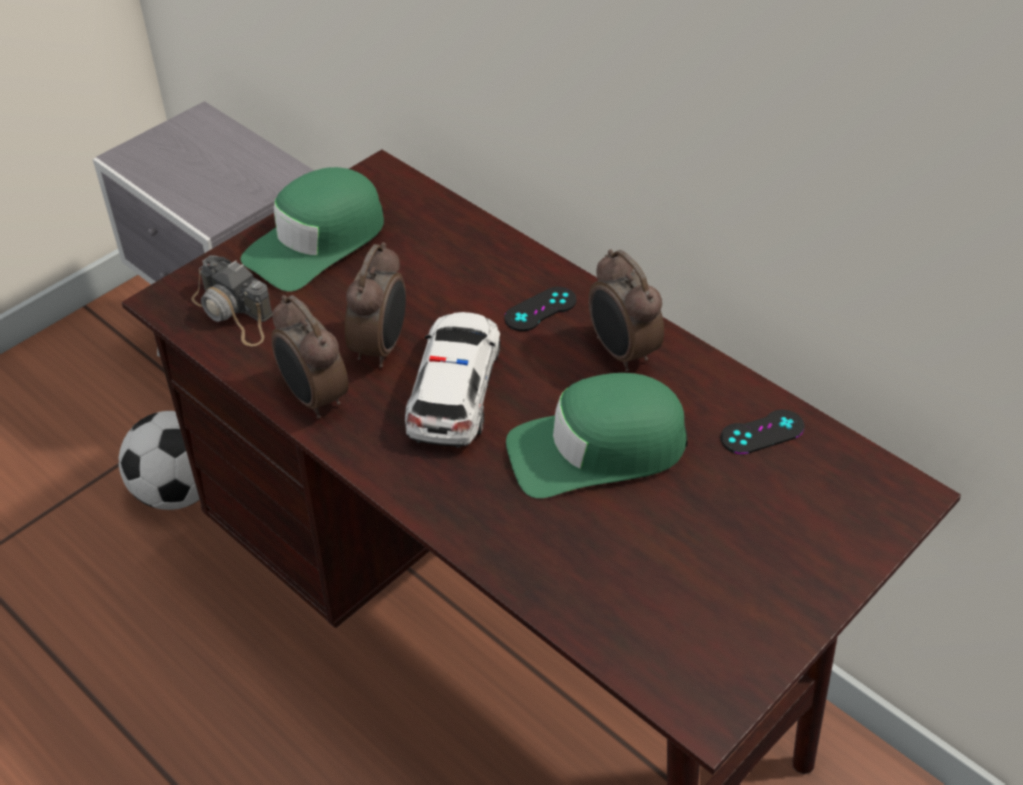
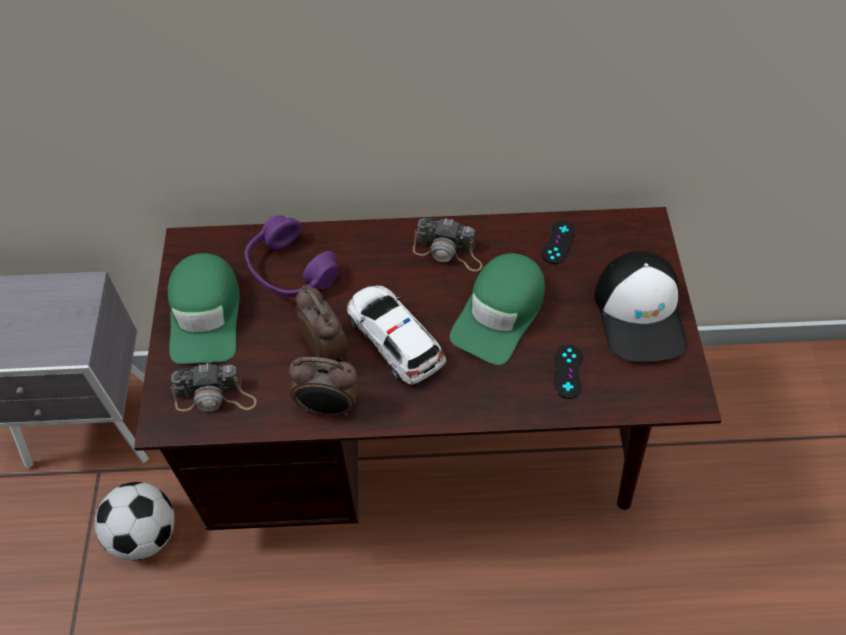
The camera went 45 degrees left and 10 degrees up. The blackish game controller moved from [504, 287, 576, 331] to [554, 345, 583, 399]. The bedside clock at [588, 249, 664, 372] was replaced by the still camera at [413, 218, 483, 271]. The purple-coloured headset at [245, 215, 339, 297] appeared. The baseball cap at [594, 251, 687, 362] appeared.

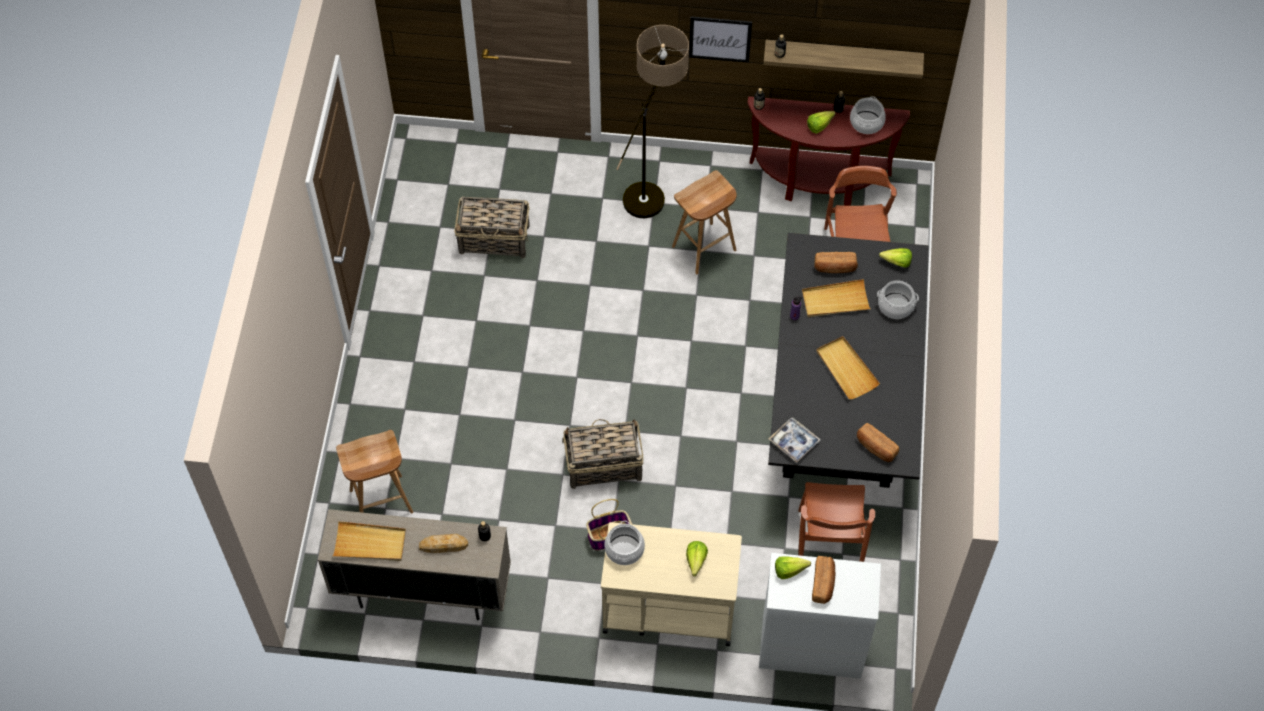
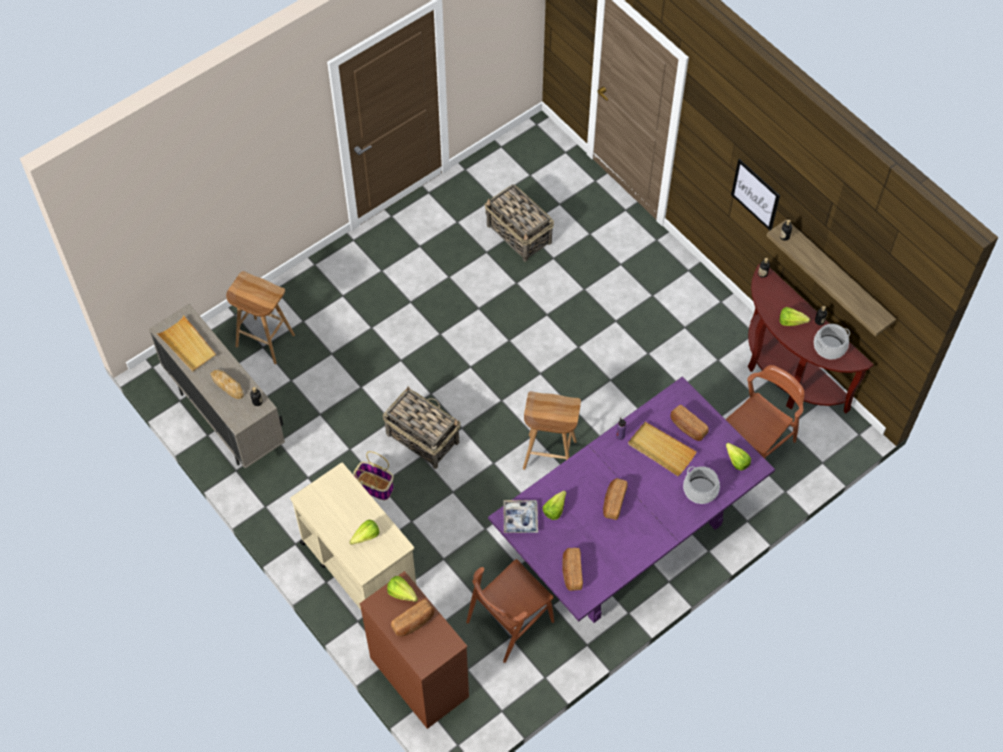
The camera went 45 degrees right and 0 degrees up. The cooking pot at [604, 521, 645, 565] disappeared. The floor lamp at [617, 25, 689, 218] disappeared. The brown stool moved from [672, 170, 737, 274] to [523, 391, 581, 470]. The white-coloured drawer chest at [759, 553, 881, 679] became the brown drawer chest at [360, 571, 469, 729]. The blackish dinner table at [768, 233, 929, 488] became the purple-coloured dinner table at [488, 376, 775, 623]. The sand-coloured carrying tray at [816, 336, 880, 400] was replaced by the bread at [603, 478, 628, 520]. The lettuce at [543, 491, 566, 520] appeared.

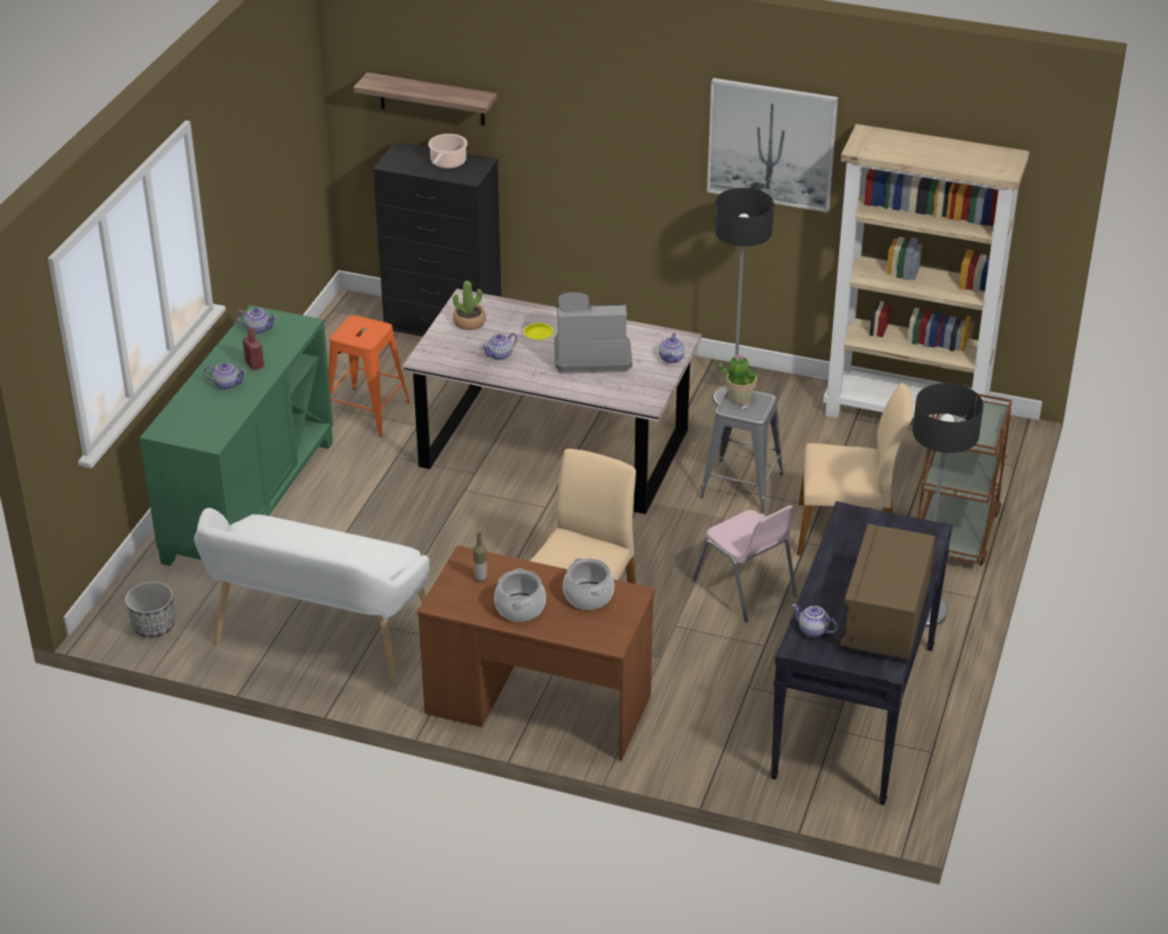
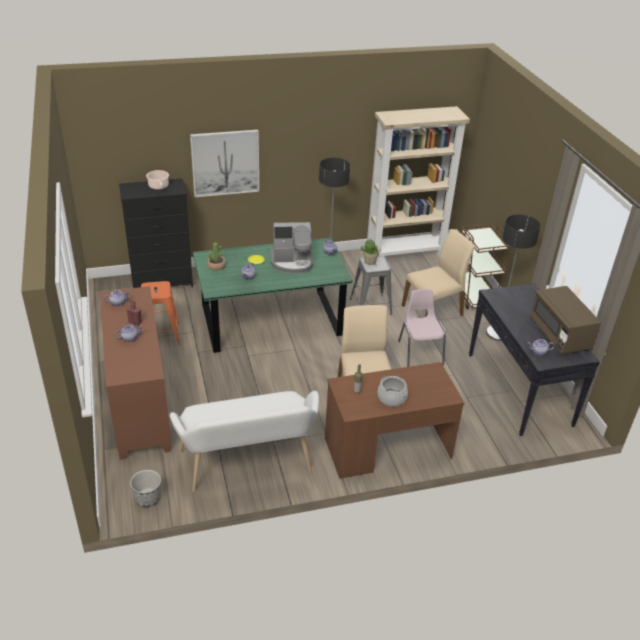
The camera went 35 degrees left and 0 degrees up. The greenish cupboard at [140, 305, 333, 566] became the brown cupboard at [100, 286, 171, 460]. The wall shelf at [353, 72, 497, 126] disappeared. The greyish dinner table at [403, 289, 702, 514] became the greenish dinner table at [193, 238, 353, 353]. The coffee machine at [554, 292, 632, 374] turned 150 degrees counterclockwise. The cooking pot at [563, 558, 614, 610] disappeared. The pinkish plain chair at [692, 505, 797, 622] turned 120 degrees counterclockwise. The picture moved from [707, 78, 838, 213] to [190, 130, 259, 197].

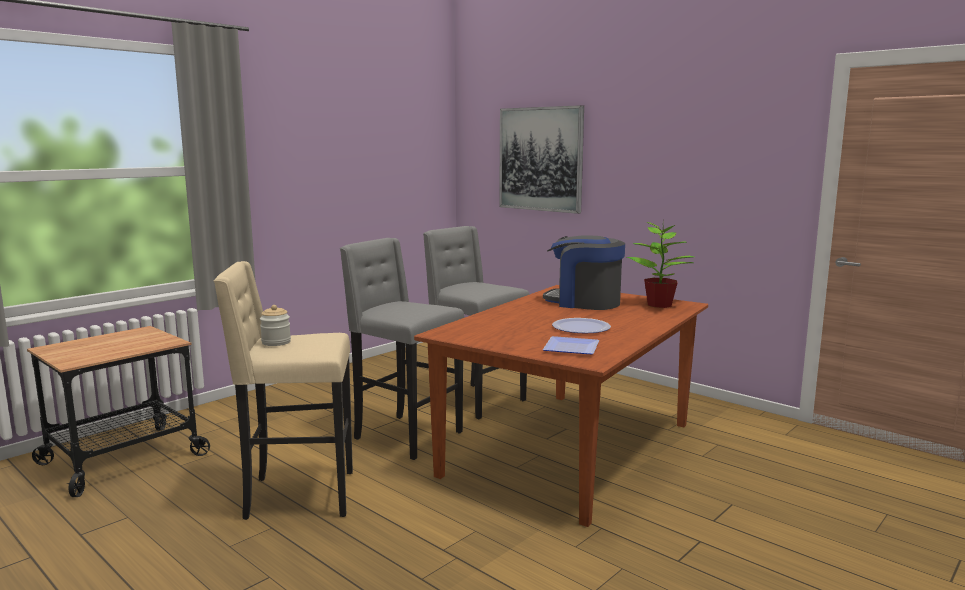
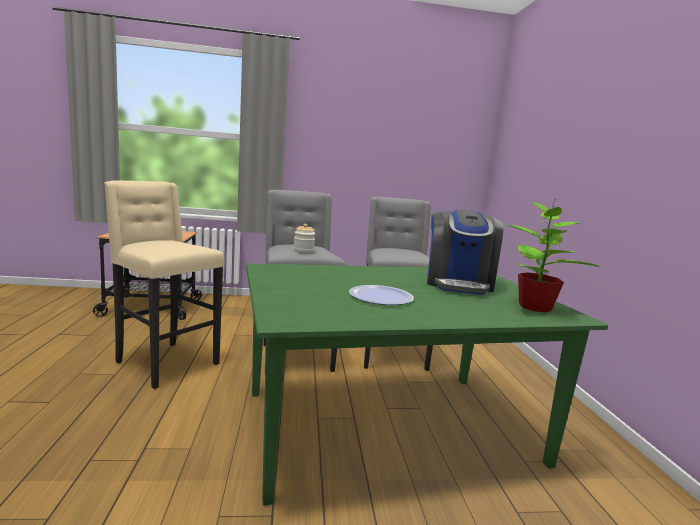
The camera went 40 degrees right and 0 degrees up. The storage jar moved from [260, 305, 291, 346] to [293, 224, 315, 253]. The brown dinner table at [414, 285, 708, 527] became the greenish dinner table at [246, 263, 608, 506]. The picture at [499, 105, 584, 214] disappeared. The coffee machine at [543, 236, 625, 310] turned 150 degrees counterclockwise. The flat dish at [543, 336, 599, 354] disappeared.

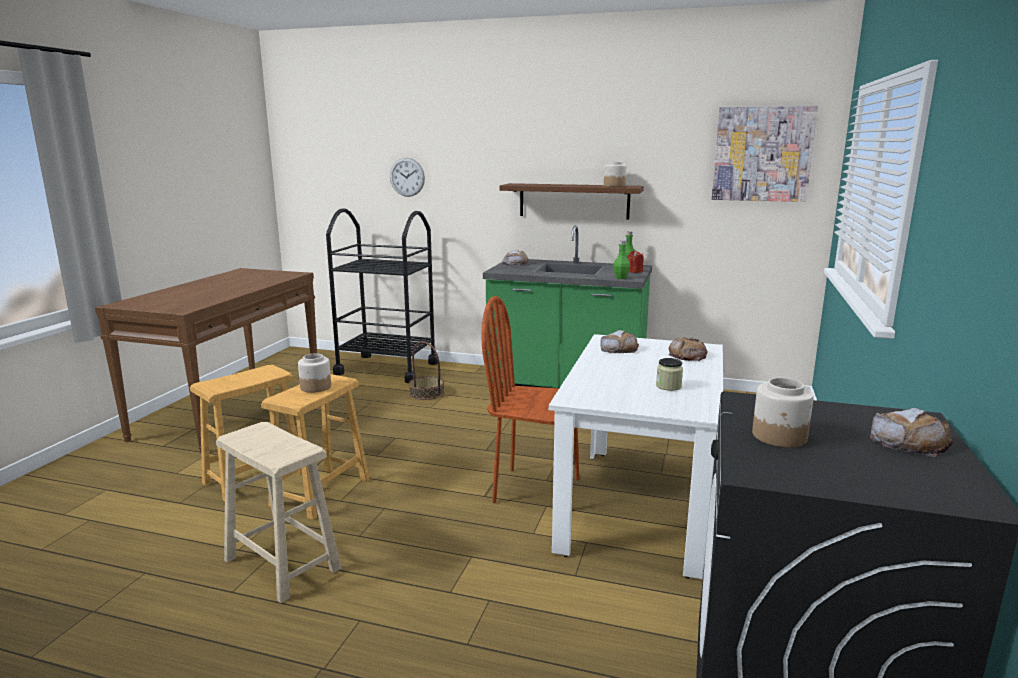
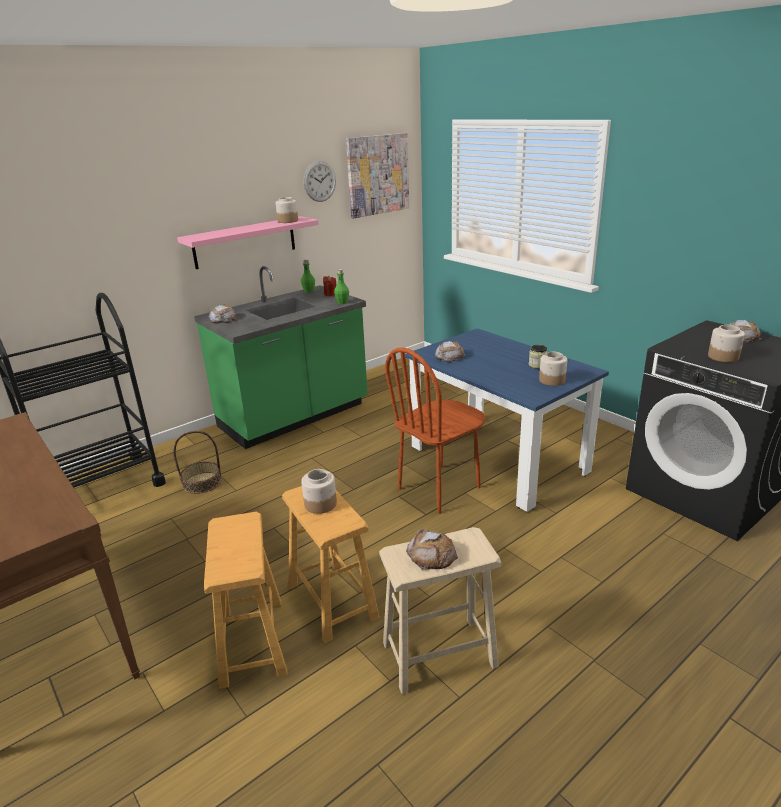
The camera went 55 degrees left and 10 degrees up. The wall clock moved from [390, 158, 425, 197] to [304, 161, 336, 202]. The brown wall shelf at [500, 183, 644, 220] became the pinkish wall shelf at [177, 216, 319, 269]. The white-coloured dinner table at [549, 334, 723, 579] became the bluish dinner table at [405, 328, 609, 512]. The bread moved from [669, 337, 708, 361] to [406, 529, 458, 570]. The storage jar at [539, 352, 567, 386] appeared.

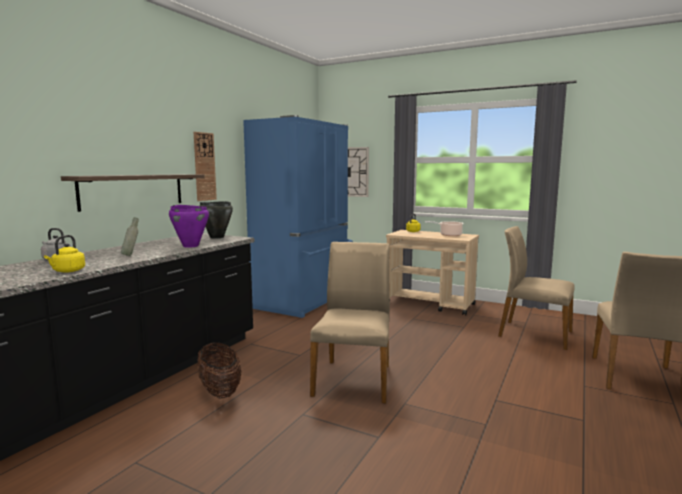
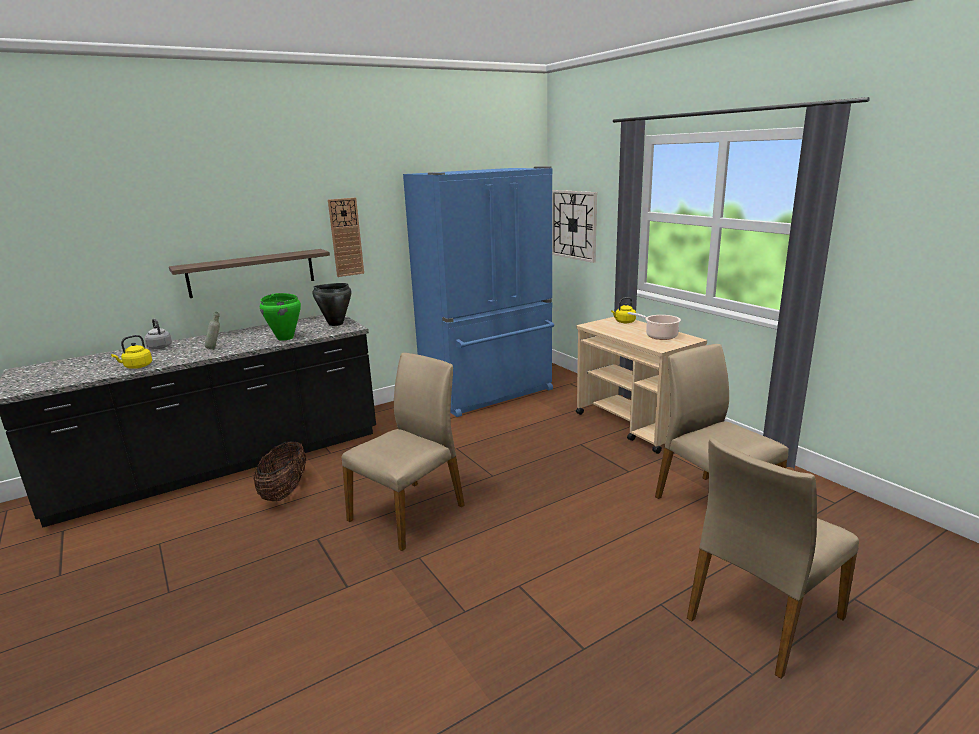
The camera went 30 degrees right and 10 degrees up. The purple-coloured cooking pot at [169, 205, 209, 248] became the greenish cooking pot at [260, 293, 301, 341].

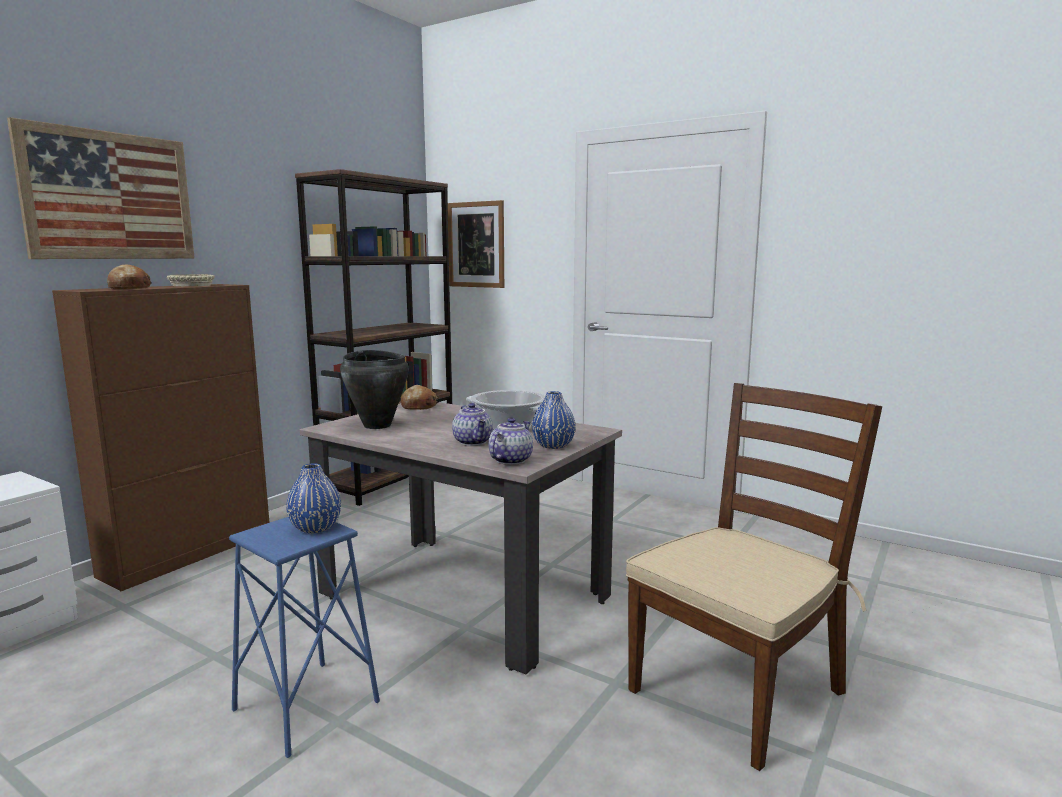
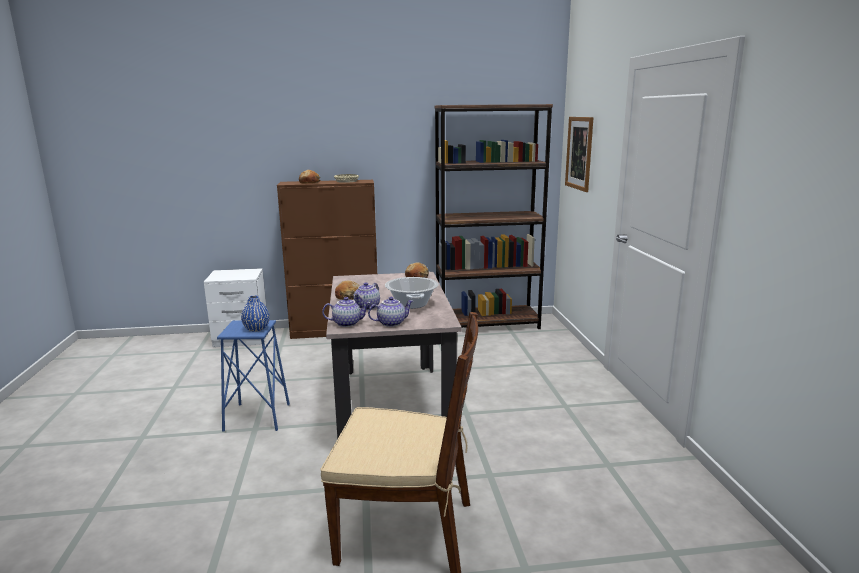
The camera went 50 degrees right and 5 degrees up. The picture at [7, 117, 195, 259] disappeared. The blackish cooking pot at [340, 350, 409, 429] disappeared. The bluish flower vase at [532, 391, 576, 449] was replaced by the pot for tea at [368, 297, 413, 327]. The bread at [335, 280, 359, 300] appeared.

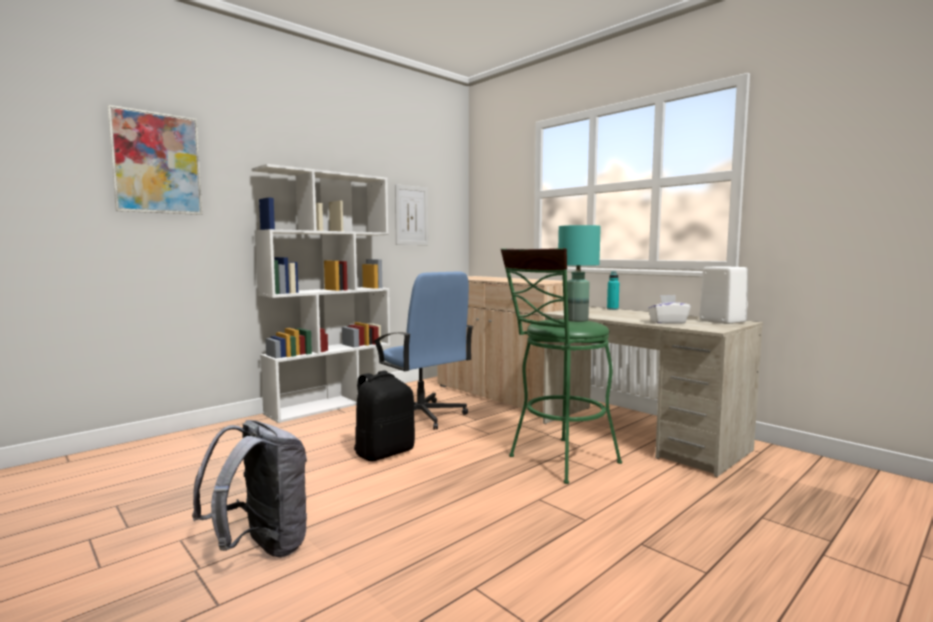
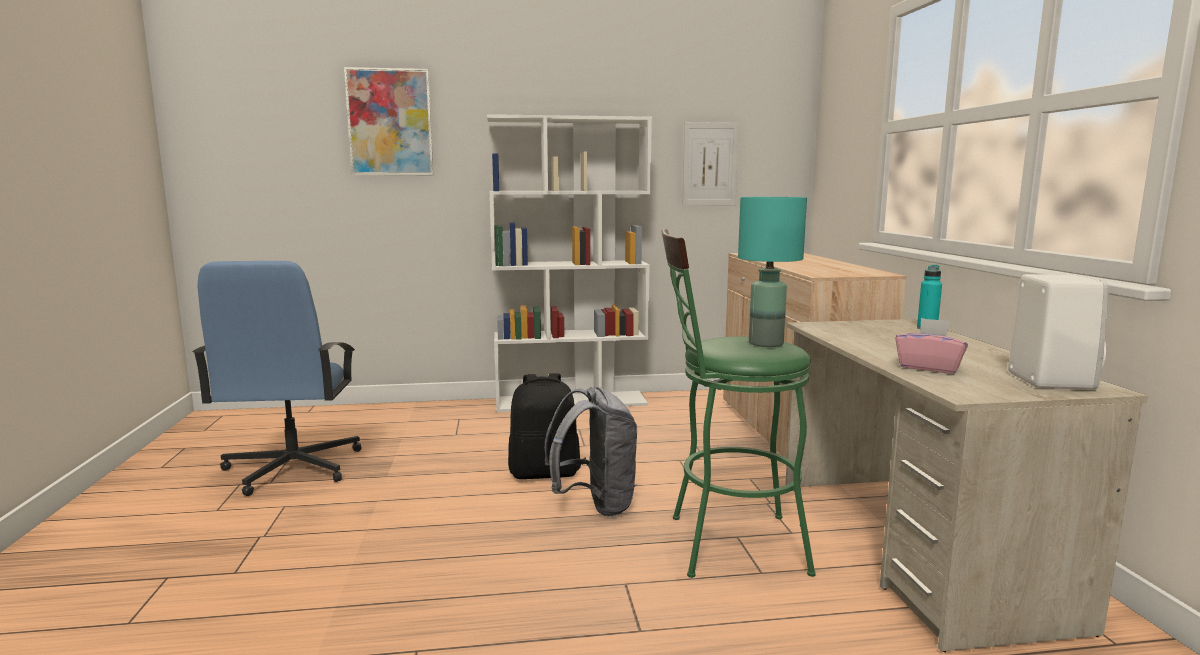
The camera went 35 degrees right and 5 degrees up. The greyish rucksack moved from [192, 420, 308, 558] to [545, 387, 637, 517]. The bluish office chair moved from [373, 272, 473, 430] to [192, 261, 362, 496]. The white-coloured tissue box at [648, 295, 691, 324] became the pinkish tissue box at [895, 318, 968, 374].

